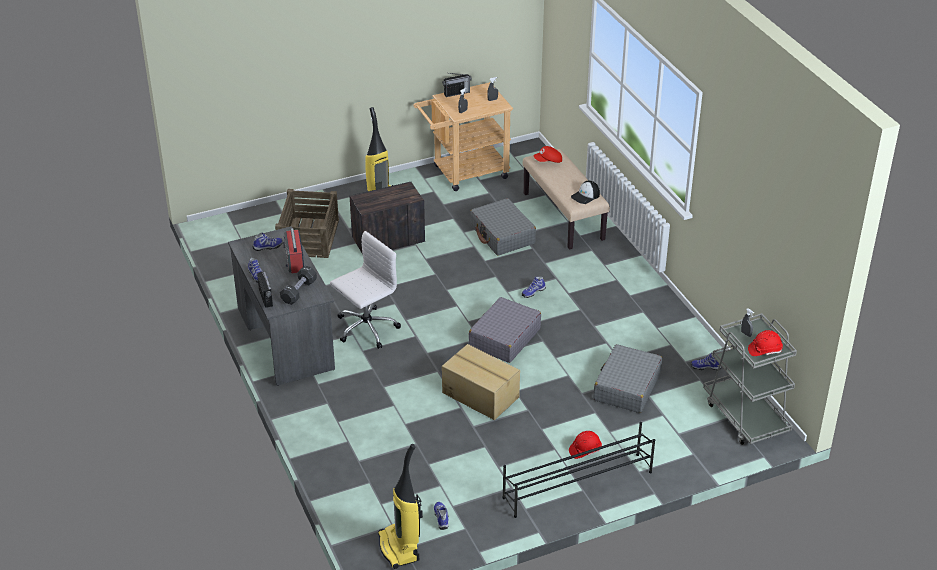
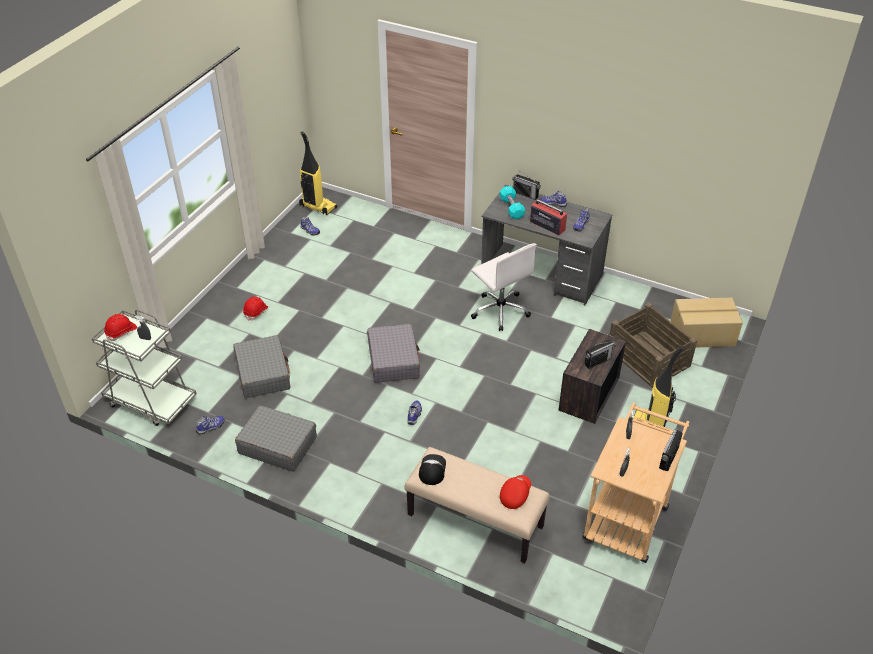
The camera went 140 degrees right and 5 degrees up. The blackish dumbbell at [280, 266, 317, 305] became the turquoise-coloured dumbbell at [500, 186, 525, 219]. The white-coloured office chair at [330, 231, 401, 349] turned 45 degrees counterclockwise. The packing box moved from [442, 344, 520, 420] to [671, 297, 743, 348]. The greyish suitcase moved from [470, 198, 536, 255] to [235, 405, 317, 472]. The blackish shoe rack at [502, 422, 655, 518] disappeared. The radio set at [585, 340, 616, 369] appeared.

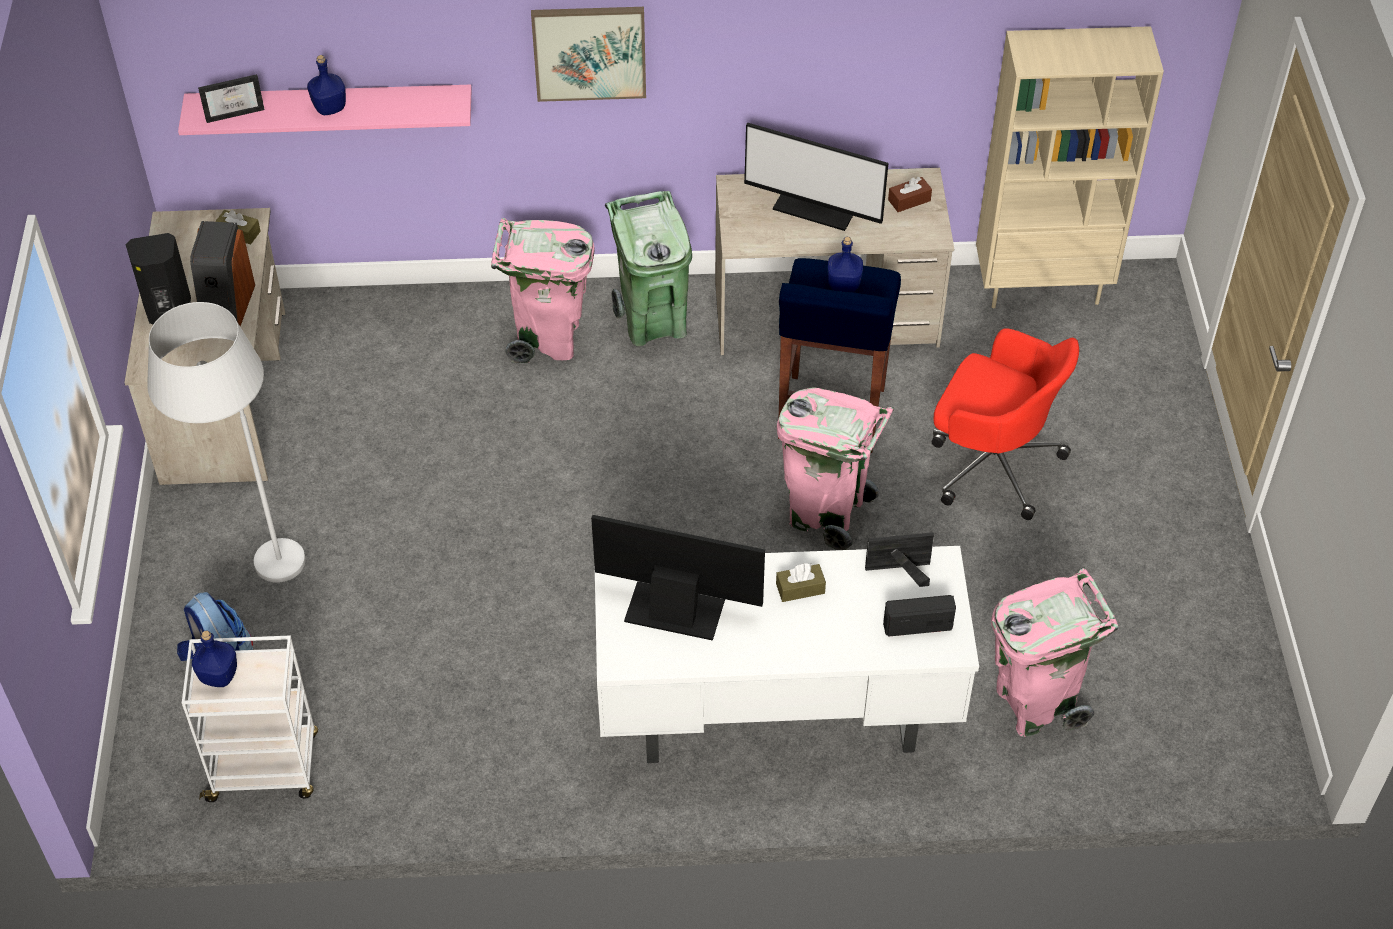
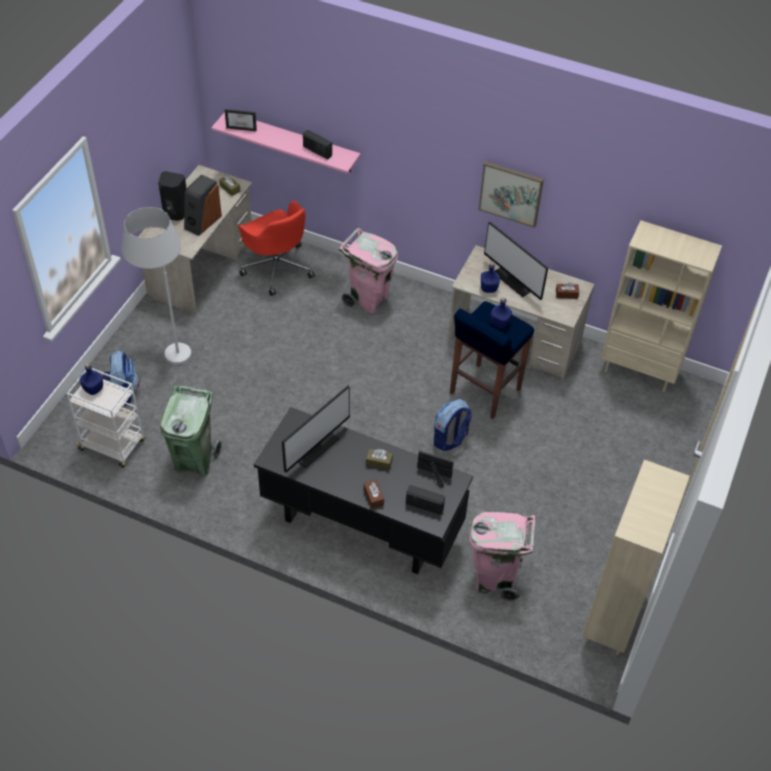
The camera went 25 degrees right and 0 degrees up. The bluish drink bottle moved from [307, 55, 346, 115] to [481, 262, 500, 293]. The picture moved from [531, 7, 646, 102] to [479, 161, 544, 228]. The monitor at [591, 515, 765, 641] turned 90 degrees clockwise. The white-coloured desk at [595, 546, 979, 763] became the blackish desk at [254, 407, 473, 574]. The greenish waste bin moved from [605, 191, 692, 346] to [161, 385, 221, 477]. The pinkish waste bin at [777, 387, 894, 550] was replaced by the rucksack at [434, 399, 472, 451]. The red office chair moved from [931, 328, 1079, 520] to [238, 201, 315, 296]. The radio set at [303, 130, 332, 160] appeared. The brown tissue box at [364, 480, 384, 509] appeared. The sand-coloured shelving unit at [582, 460, 689, 655] appeared.

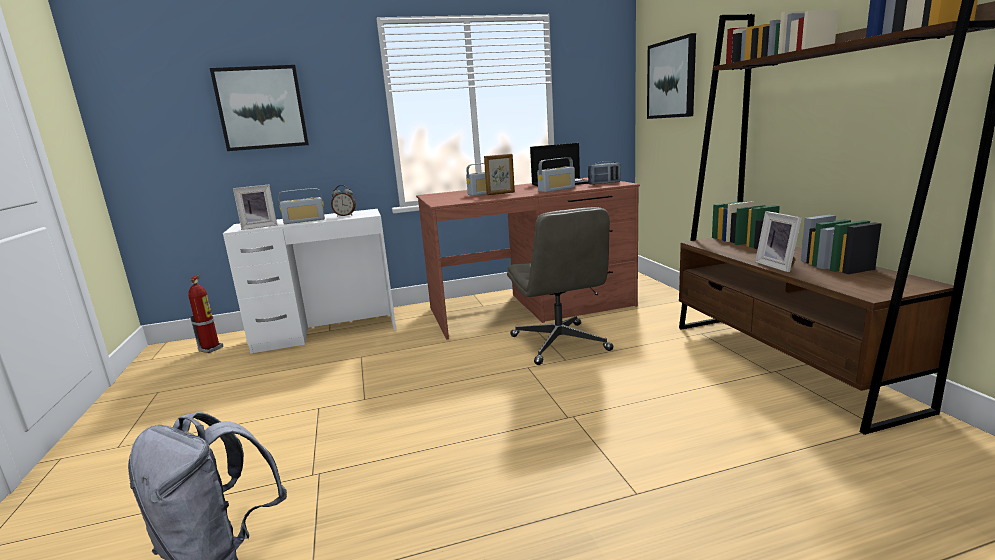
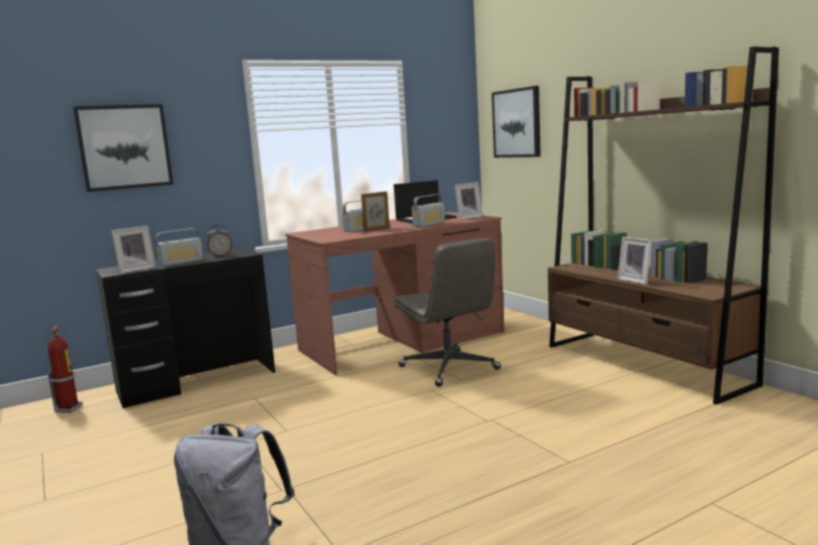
The camera went 15 degrees left and 5 degrees down. The white-coloured desk at [223, 209, 396, 354] became the blackish desk at [96, 248, 275, 408]. The radio set at [588, 161, 621, 185] was replaced by the standing frame at [455, 182, 483, 220].

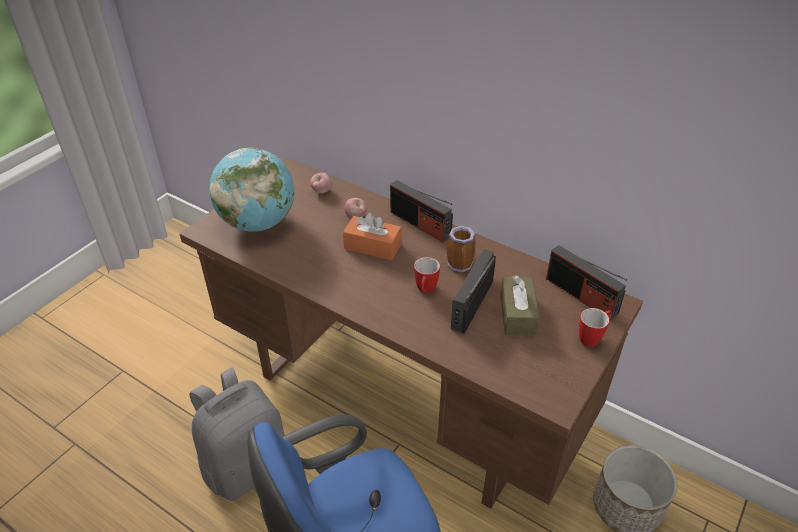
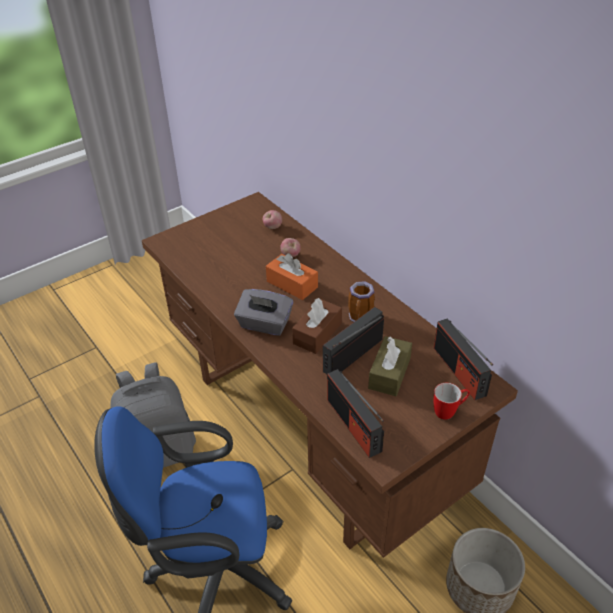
The camera went 20 degrees right and 0 degrees up. The world globe at [209, 148, 295, 232] disappeared. The radio set moved from [390, 180, 453, 242] to [327, 369, 384, 458]. The tea mug at [414, 257, 440, 293] was replaced by the brown tissue box at [292, 298, 342, 354]. The greyish tissue box at [234, 289, 293, 336] appeared.

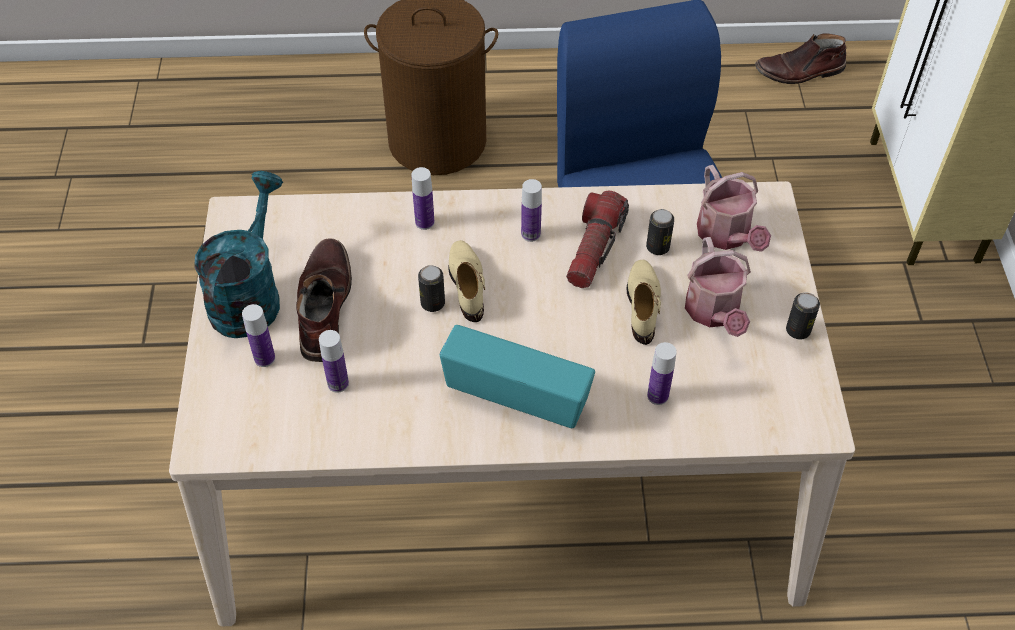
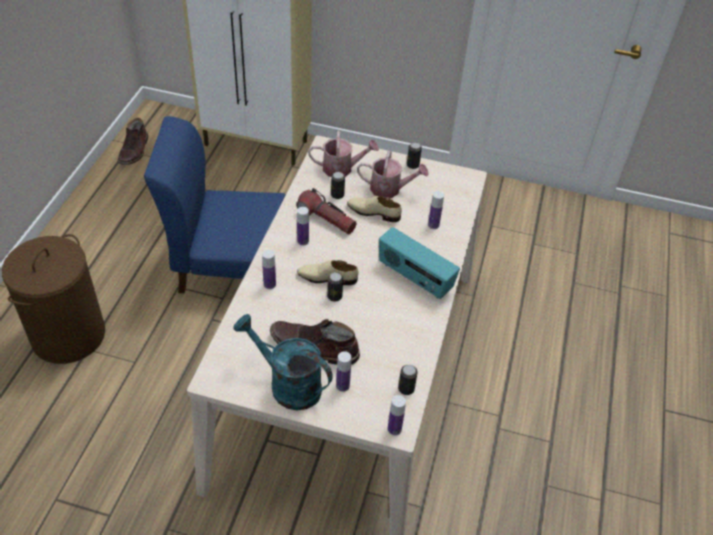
The camera went 75 degrees left and 5 degrees down. The drink bottle moved from [319, 330, 349, 393] to [388, 395, 406, 436]. The radio set at [440, 325, 595, 428] turned 90 degrees counterclockwise. The sealed can at [398, 365, 418, 395] appeared.

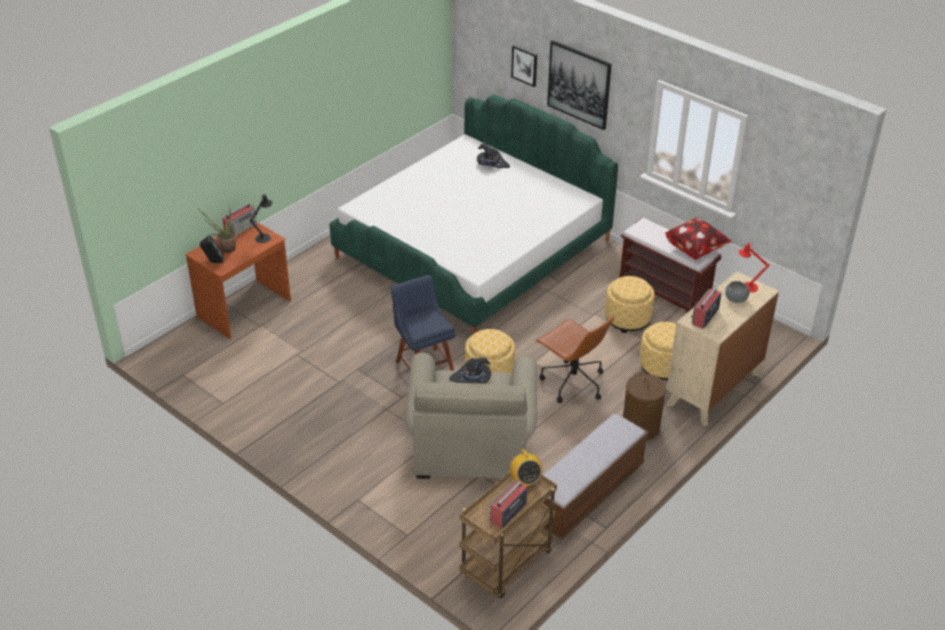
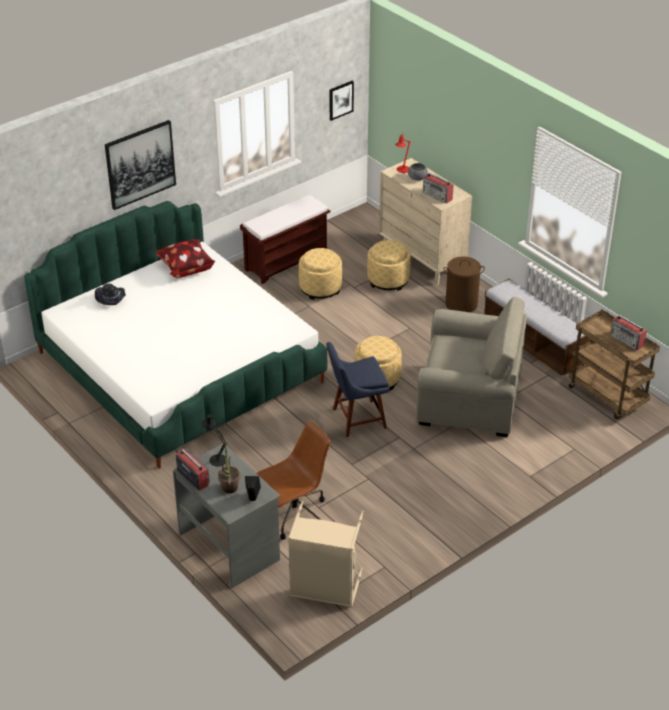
The camera went 80 degrees left and 0 degrees up. The brown desk at [185, 222, 291, 339] became the greyish desk at [173, 444, 280, 588]. The blackish wearable hat at [449, 357, 491, 384] disappeared. The radio set at [510, 449, 542, 487] disappeared. The picture moved from [511, 45, 537, 87] to [330, 81, 354, 121]. The brown office chair moved from [535, 316, 614, 403] to [257, 421, 330, 540]. The throw pillow moved from [665, 218, 732, 260] to [155, 239, 215, 278]. The sand-coloured laundry basket at [288, 501, 364, 608] appeared.

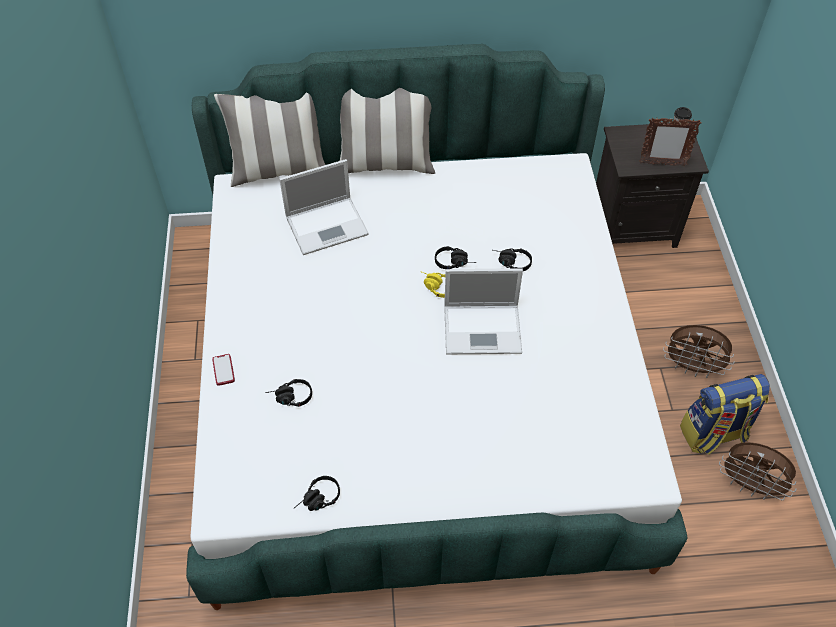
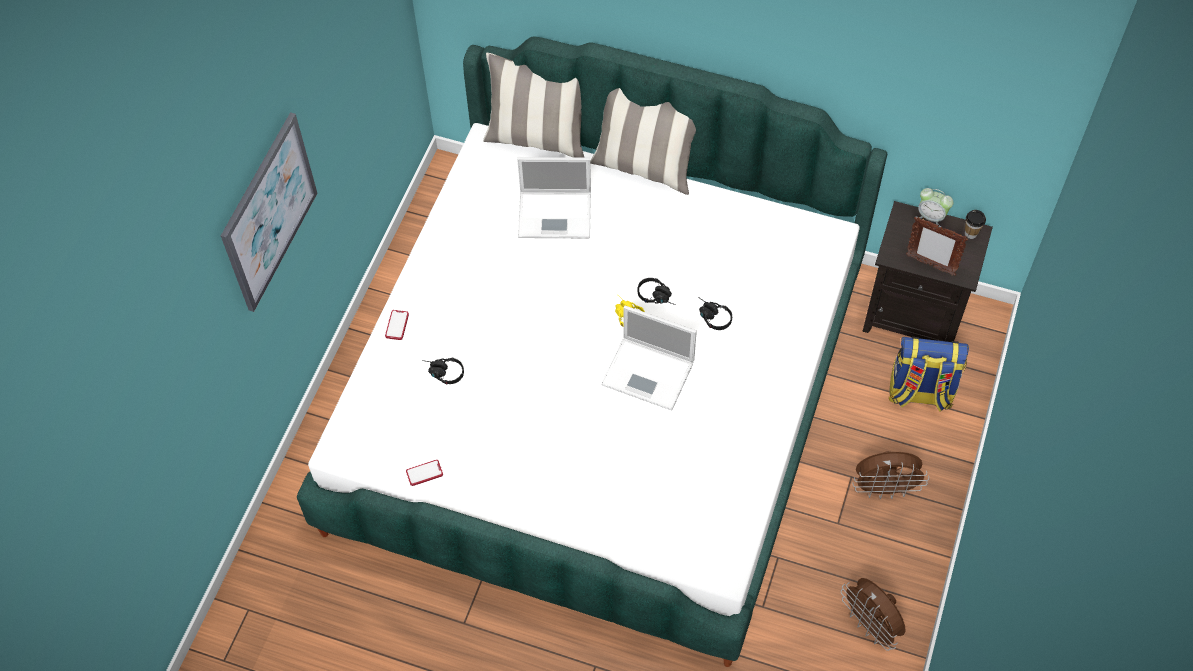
The camera went 25 degrees right and 5 degrees up. The blackish headset at [294, 476, 340, 511] was replaced by the telephone at [406, 460, 443, 486]. The brown cooling fan at [663, 325, 735, 378] turned 45 degrees counterclockwise. The rucksack moved from [680, 374, 770, 455] to [889, 337, 969, 412]. The picture at [221, 112, 317, 312] appeared. The bedside clock at [916, 188, 953, 227] appeared.

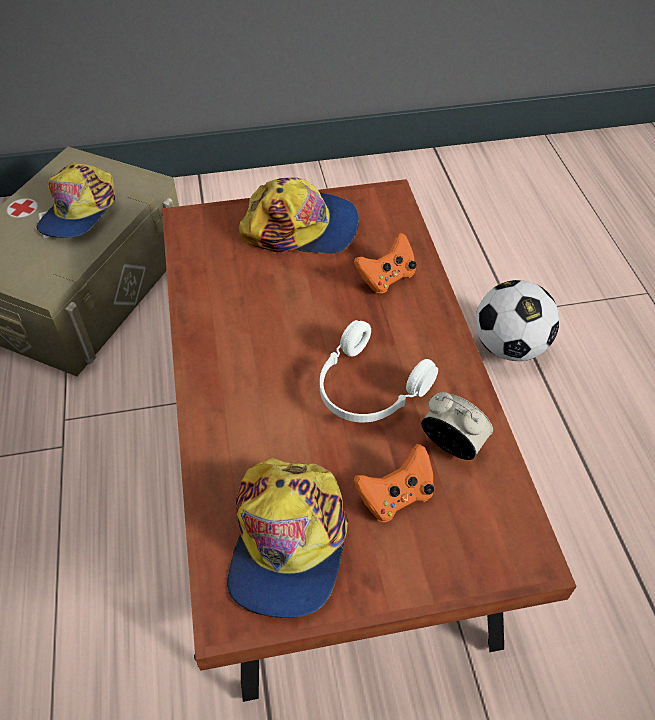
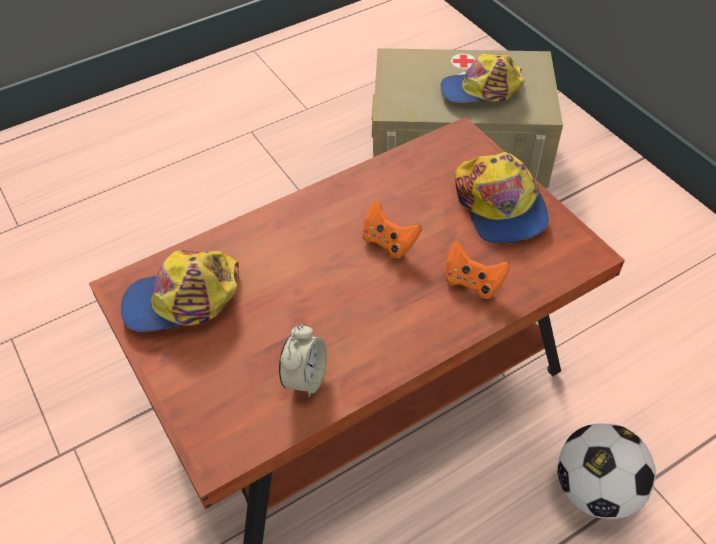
The camera went 70 degrees right and 0 degrees up. The white-coloured headset at [320, 320, 438, 422] disappeared. The orangey game controller moved from [353, 444, 434, 522] to [363, 201, 422, 258].

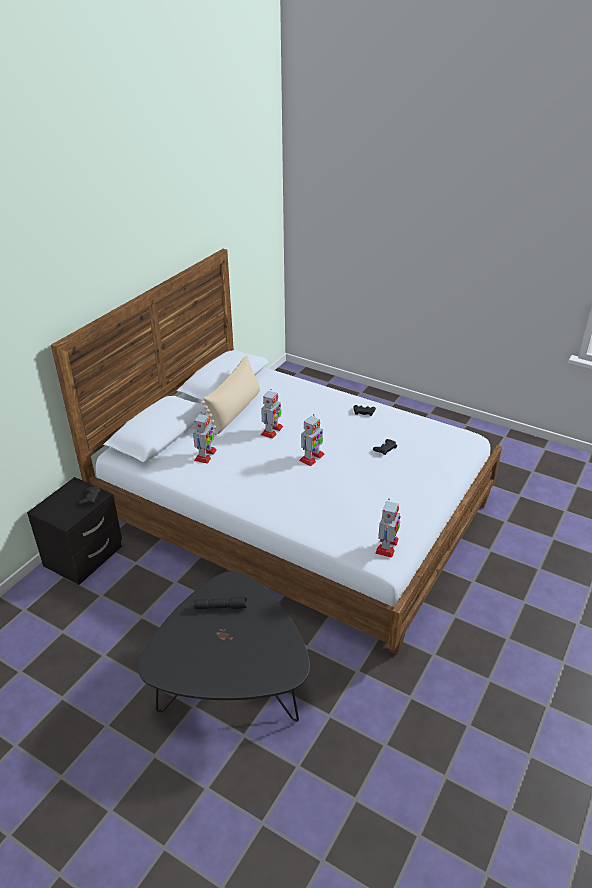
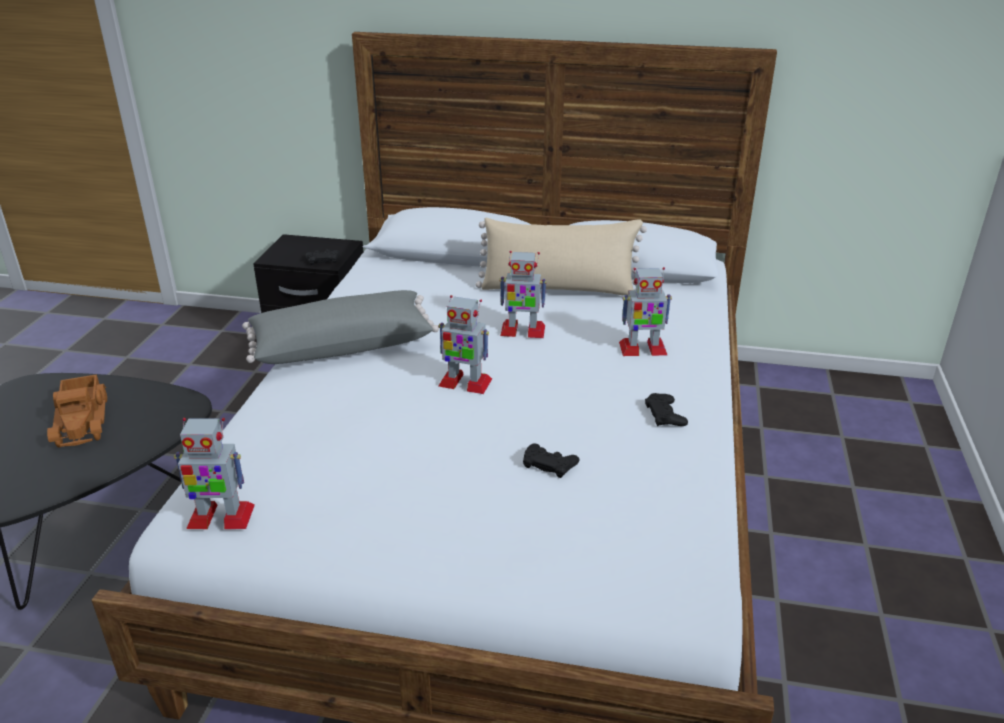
The camera went 70 degrees right and 5 degrees down. The toy robot moved from [193, 412, 217, 464] to [619, 267, 672, 356]. The blackish hand torch at [194, 597, 247, 609] disappeared. The toy truck at [47, 374, 107, 448] appeared. The greyish throw pillow at [242, 290, 439, 364] appeared.

